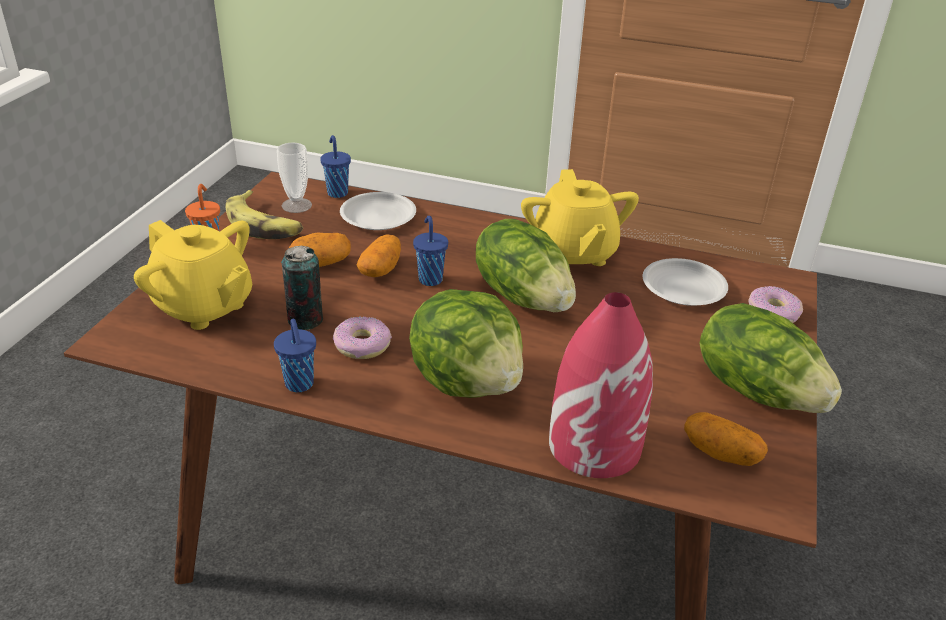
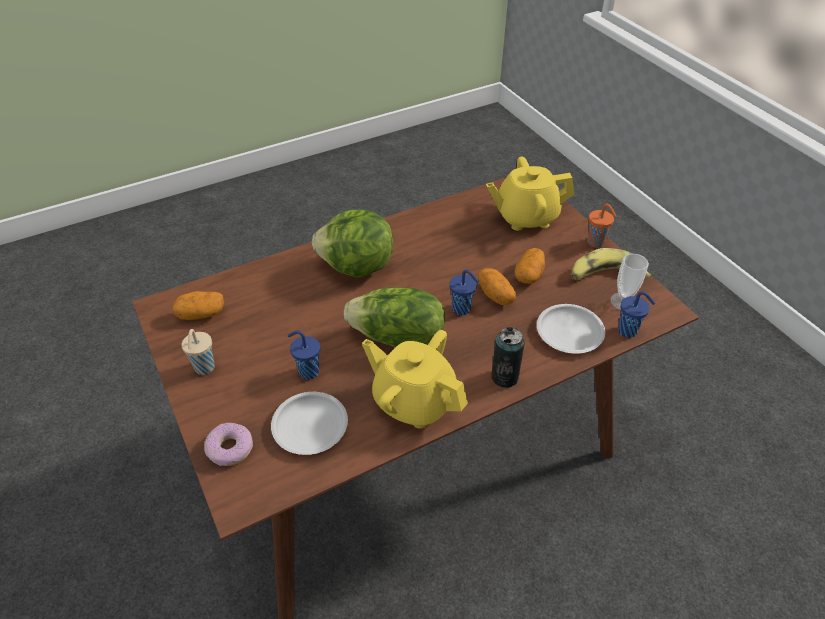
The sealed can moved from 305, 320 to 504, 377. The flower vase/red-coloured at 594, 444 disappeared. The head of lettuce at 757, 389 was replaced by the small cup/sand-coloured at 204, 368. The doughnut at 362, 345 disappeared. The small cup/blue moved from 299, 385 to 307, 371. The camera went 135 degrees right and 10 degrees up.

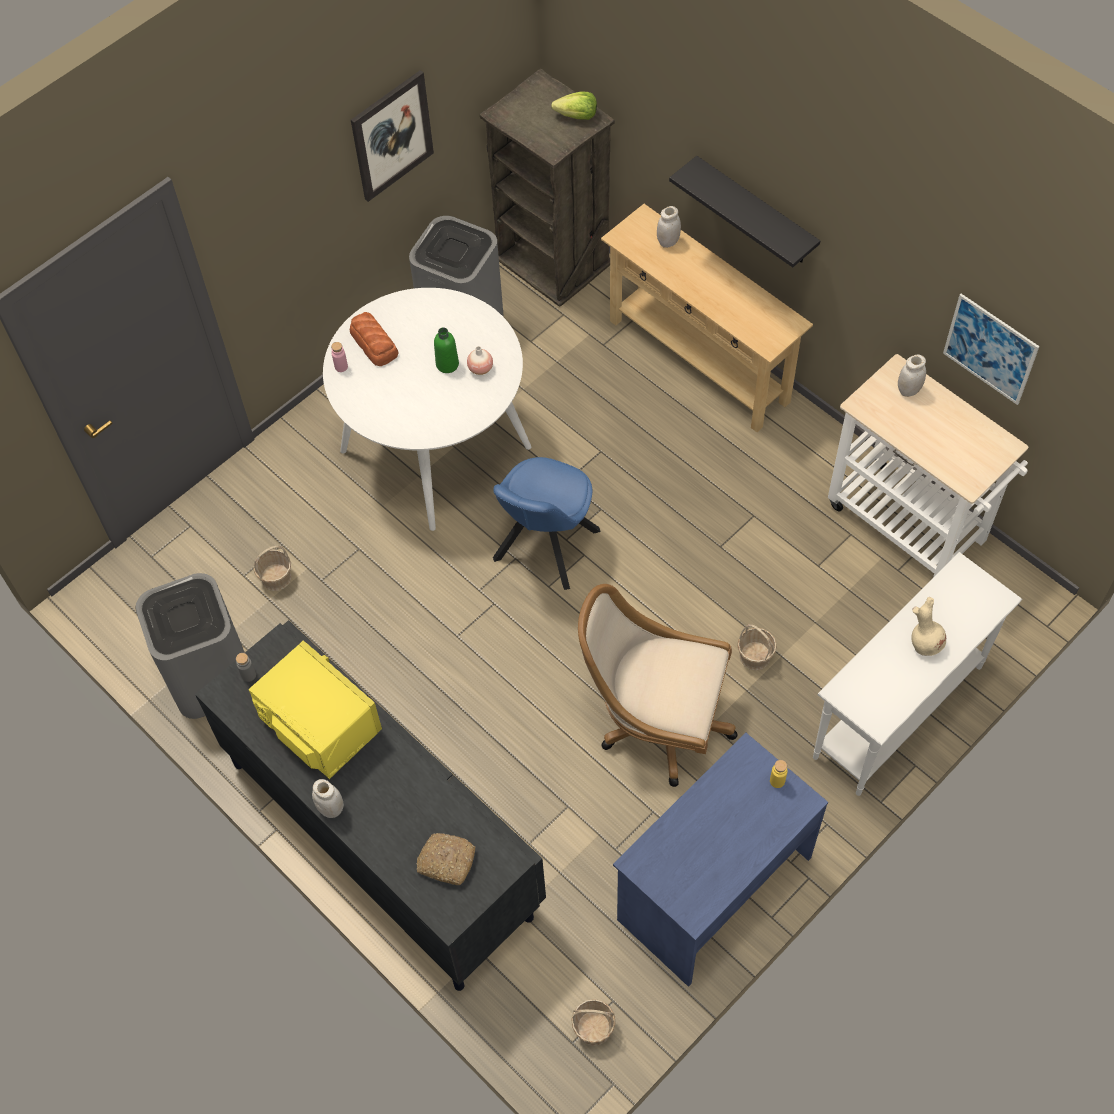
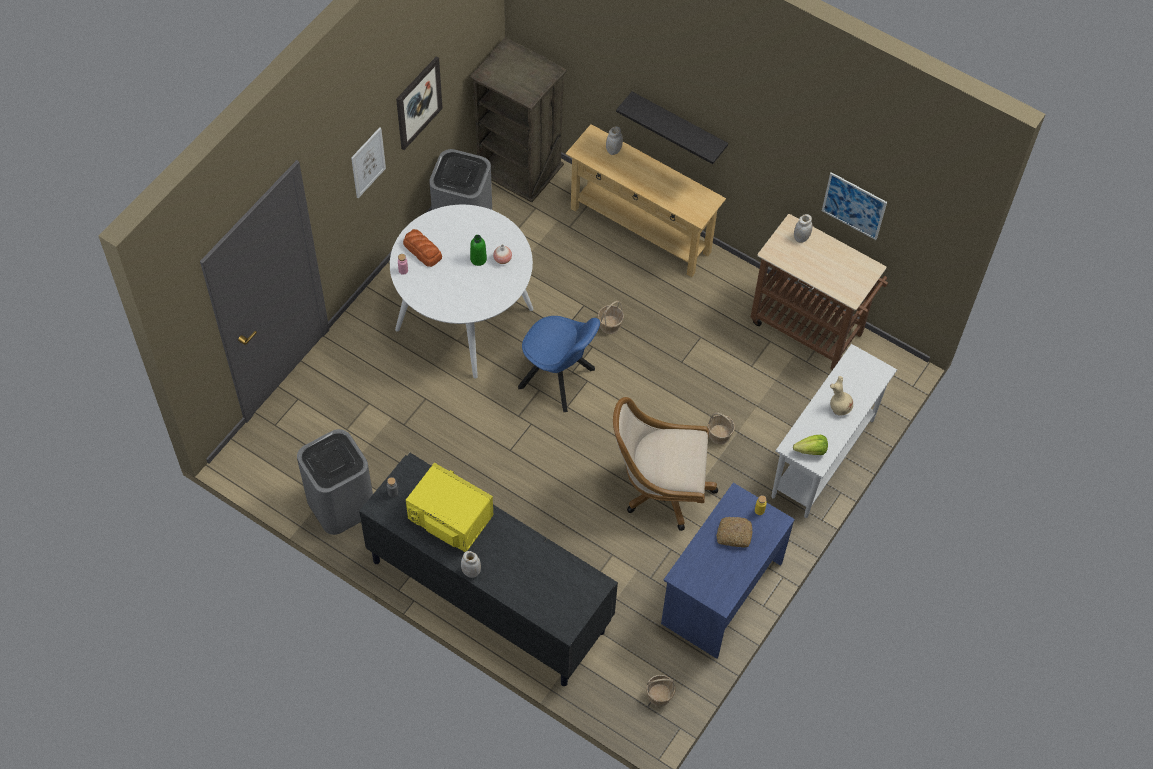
The head of lettuce moved from 577, 116 to 811, 451. The wheeled cart/white at 908, 525 became the wheeled cart/brown-coloured at 808, 329. The plain chair/blue at 545, 547 turned 75 degrees counterclockwise. The basket moved from 276, 577 to 610, 325. The bread moved from 446, 862 to 733, 535. The picture at 368, 162 appeared. The camera went 15 degrees left and 0 degrees up.

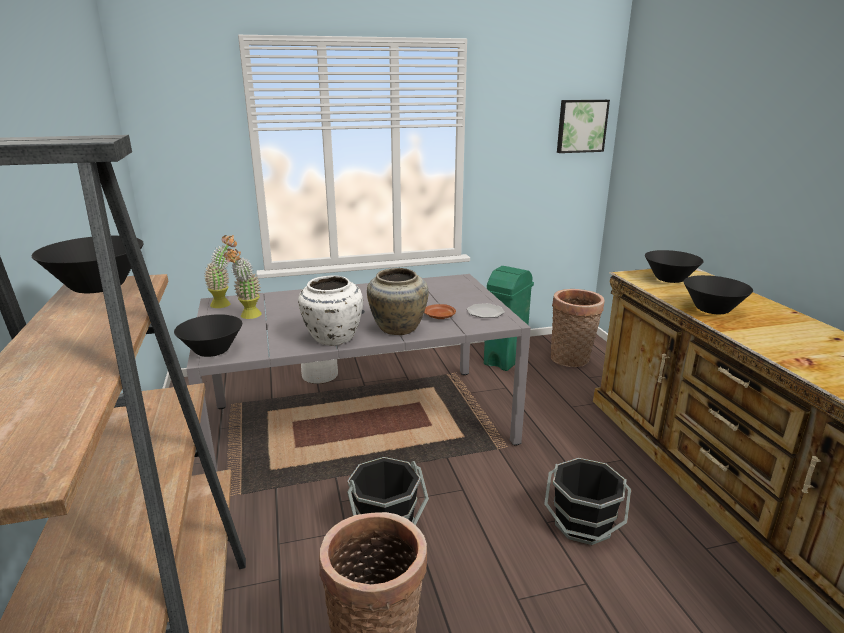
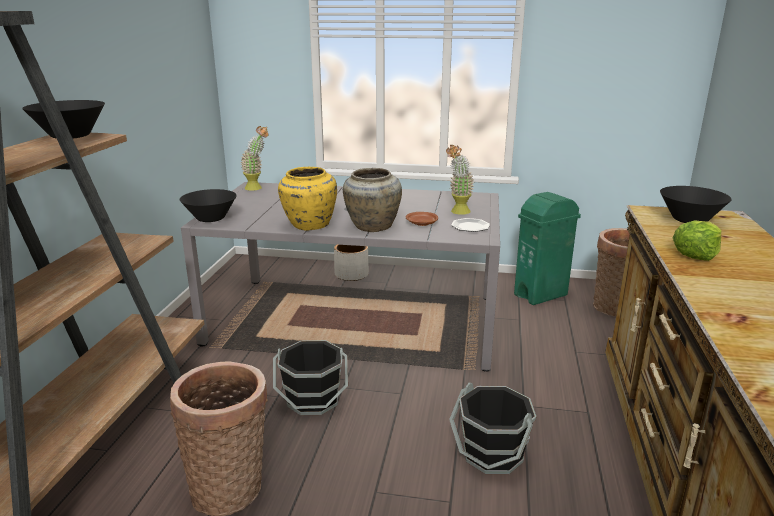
The picture at 581, 126 disappeared. The potted plant moved from 248, 317 to 457, 213. The serving bowl/black-coloured at 712, 310 was replaced by the head of lettuce at 695, 254. The flower vase/white at 332, 338 became the flower vase/yellowish at 309, 225. The camera went 25 degrees right and 0 degrees up.

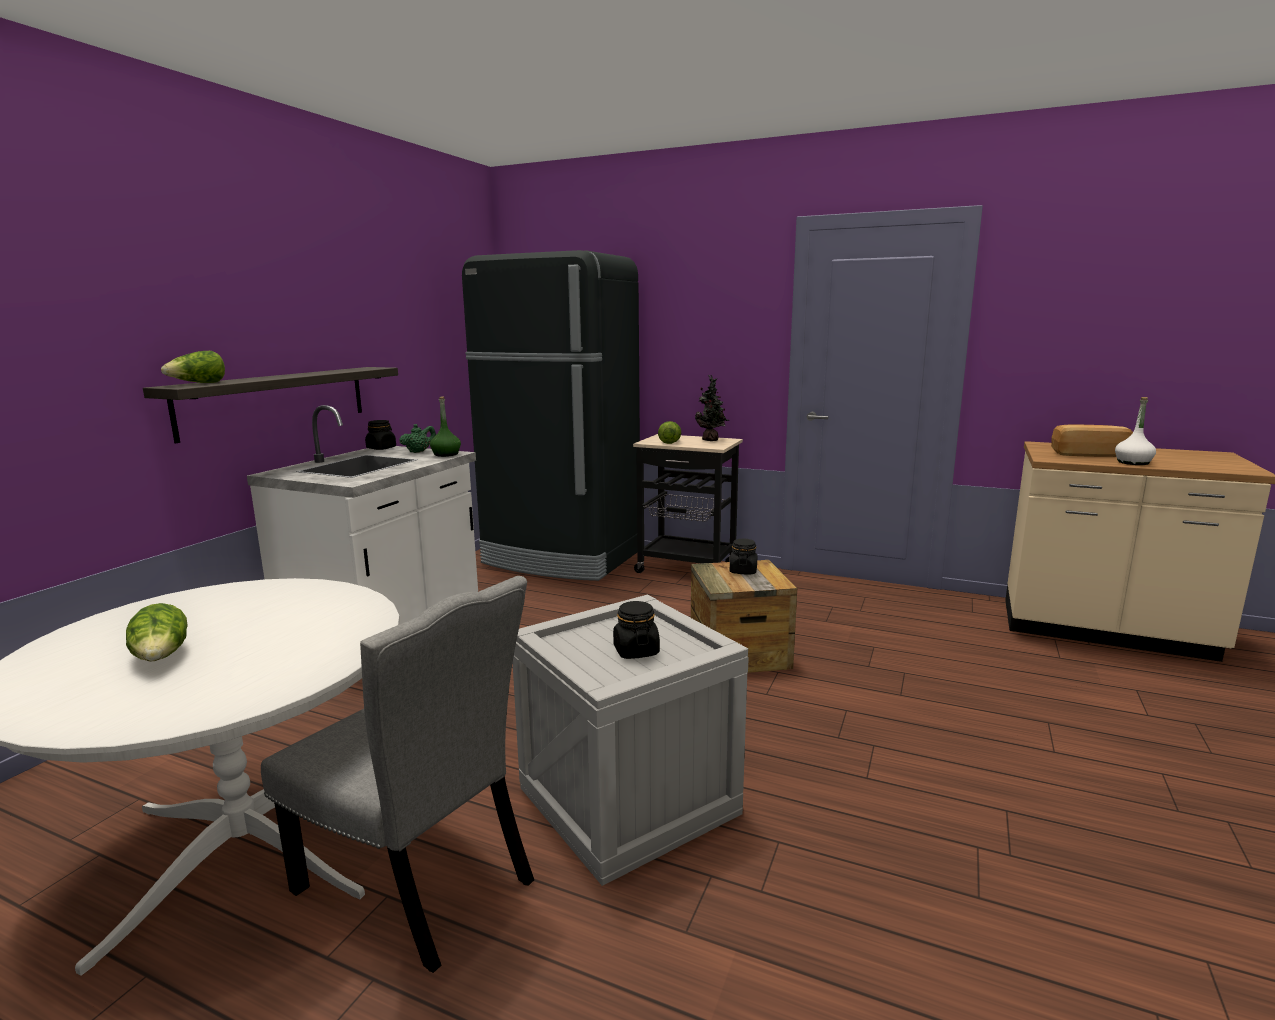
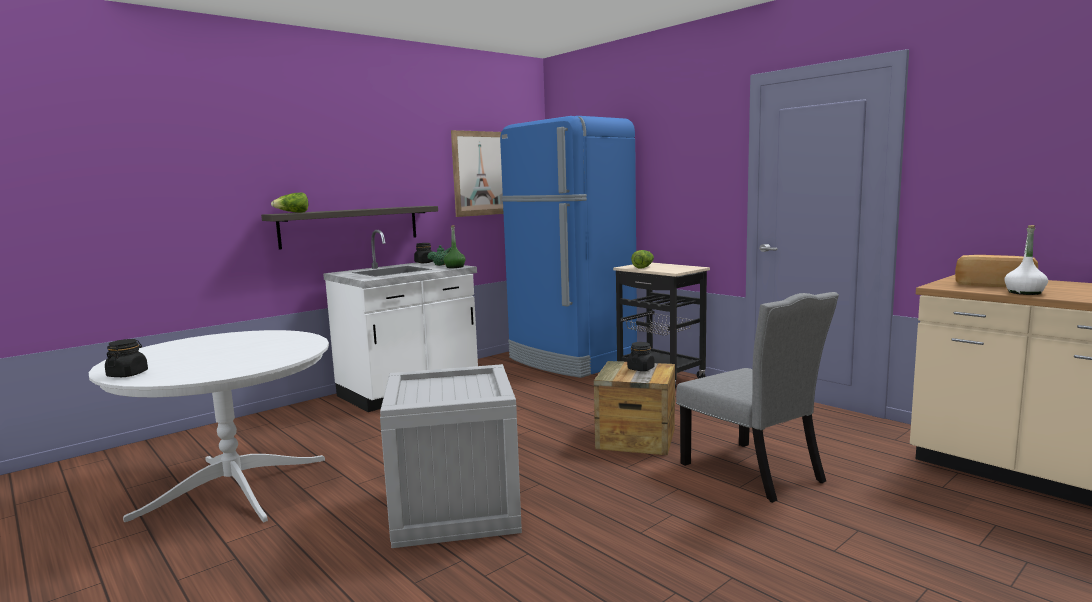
The kitchen fridge/black-coloured at 561, 558 became the kitchen fridge/blue at 570, 360. The potted plant at 711, 440 disappeared. The plain chair/grey moved from 415, 879 to 751, 470. The storage jar/black-coloured moved from 636, 651 to 127, 374. The head of lettuce at 162, 657 disappeared. The picture at 480, 173 appeared. The camera went 25 degrees right and 5 degrees down.

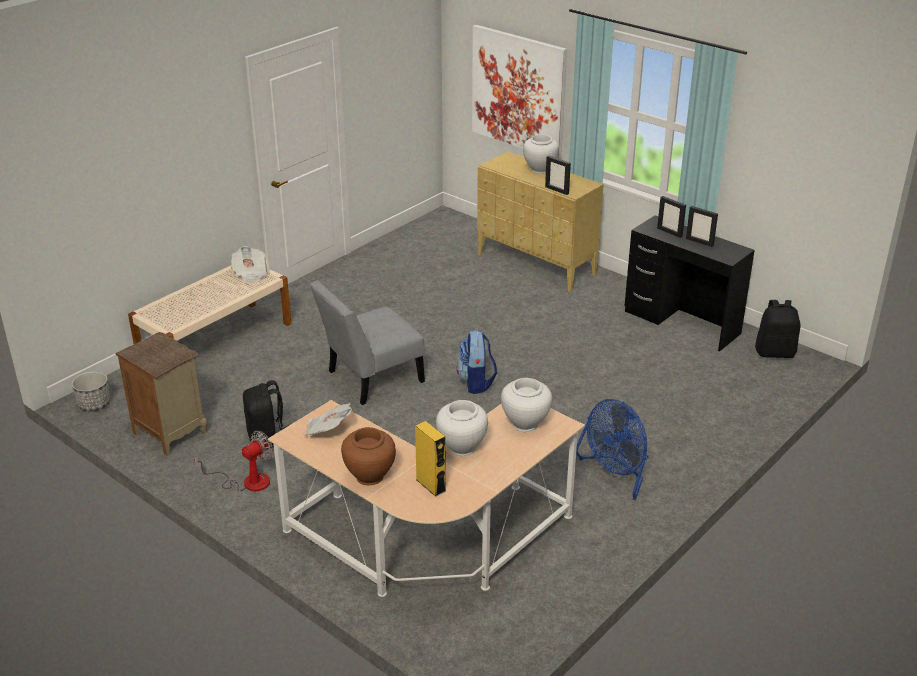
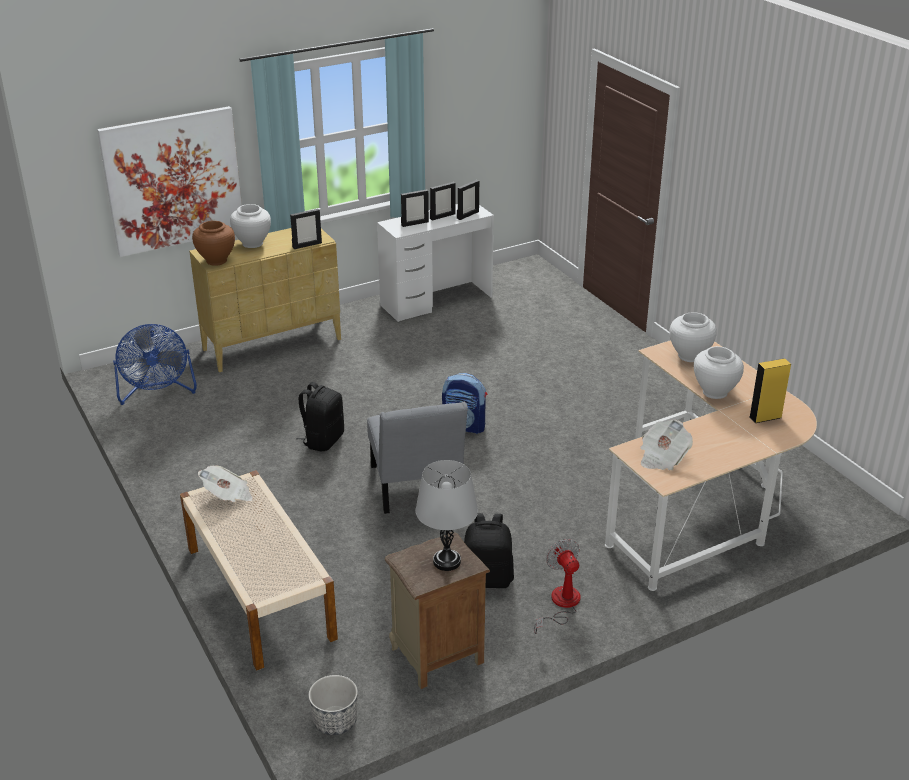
The desk table/black-coloured at 682, 322 became the desk table/white at 436, 300. The rucksack/black-coloured moved from 775, 352 to 323, 440. The cooling fan/blue moved from 616, 471 to 154, 391. The flower vase/brown-coloured moved from 370, 476 to 216, 260. The picture frame at 467, 215 appeared. The table lamp/grey at 447, 561 appeared. The camera went 70 degrees left and 0 degrees up.

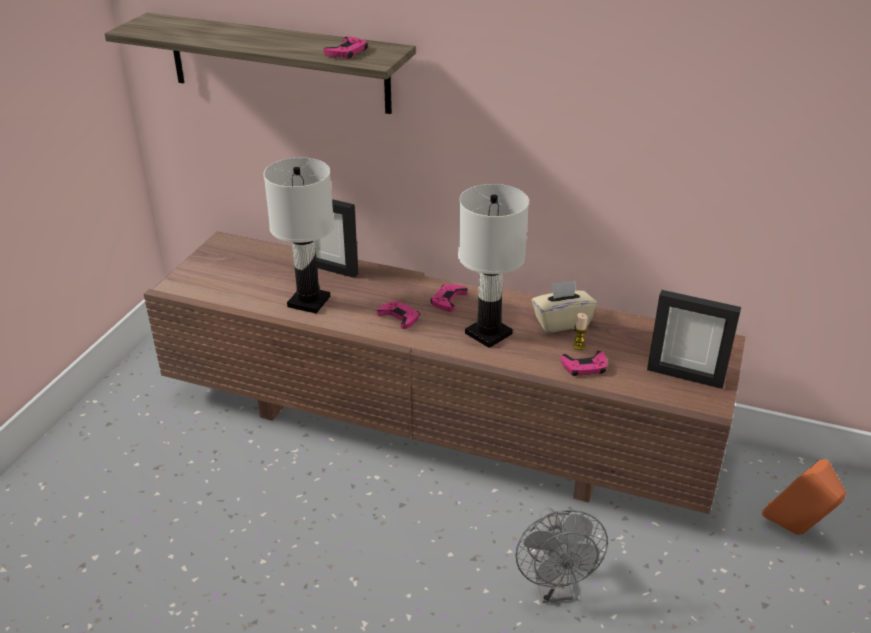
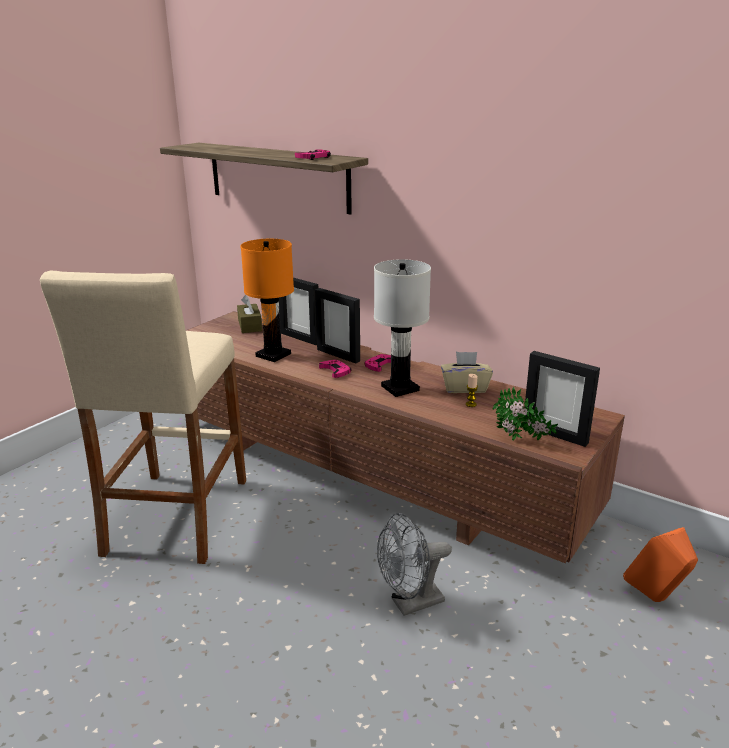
The table lamp/white at 309, 301 became the table lamp/orange at 274, 355. The joypad/pink at 584, 367 disappeared. The cooling fan/grey at 554, 588 turned 60 degrees clockwise. The stool/sand-coloured at 176, 516 appeared. The picture frame at 339, 355 appeared. The tissue box/brown-coloured at 250, 325 appeared. The potted plant at 521, 441 appeared. The camera went 15 degrees right and 10 degrees down.

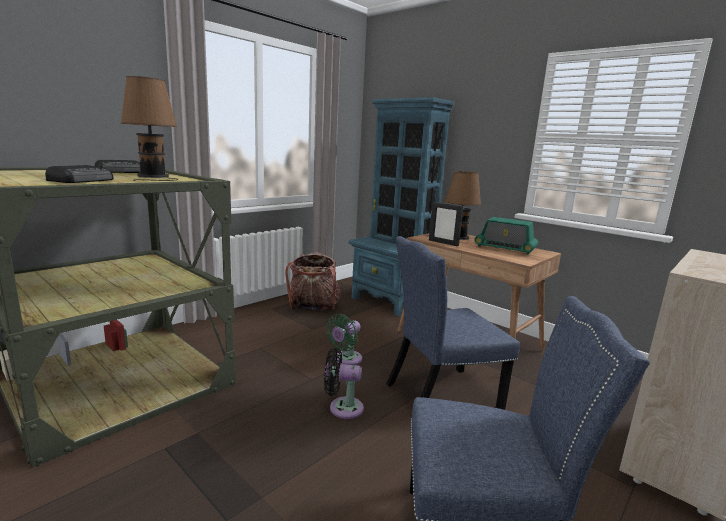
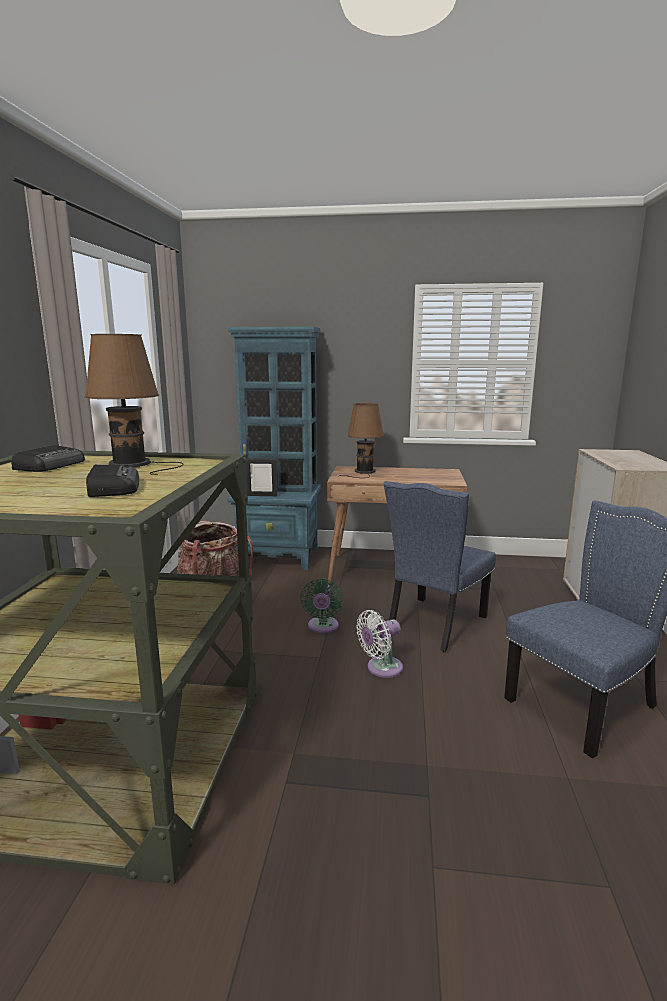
The picture frame moved from 443, 242 to 262, 495. The radio receiver at 505, 248 disappeared. The cooling fan/black-coloured at 342, 408 became the cooling fan/white at 381, 668. The camera went 35 degrees left and 0 degrees up.

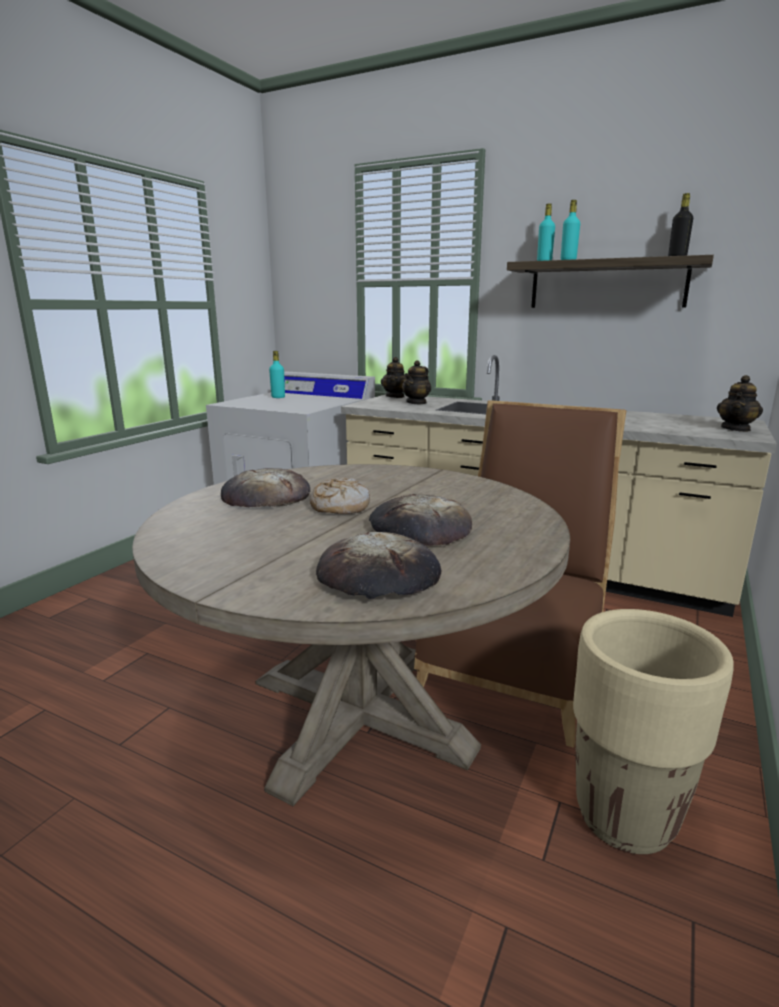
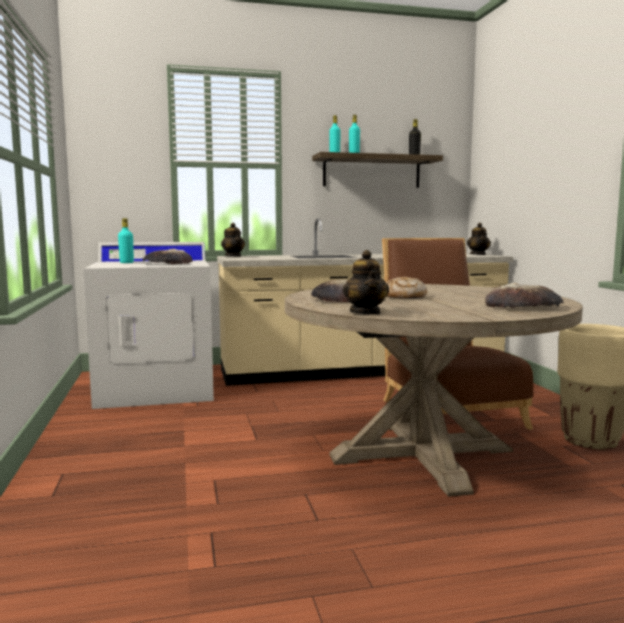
The pot for tea moved from 416, 402 to 365, 312. The bread moved from 420, 528 to 167, 263. The camera went 40 degrees left and 10 degrees down.

